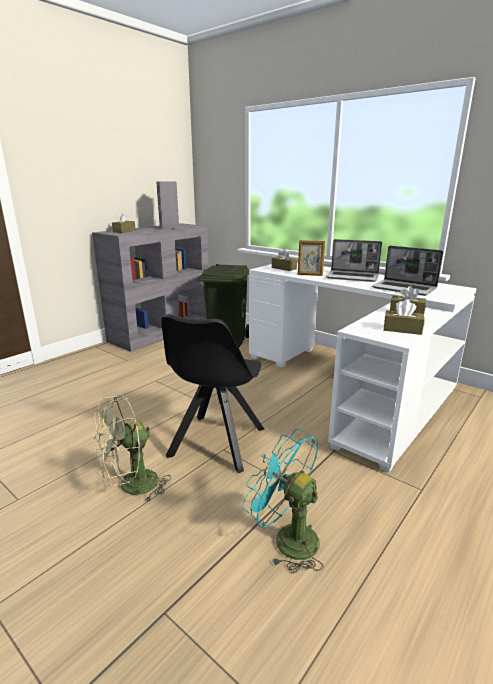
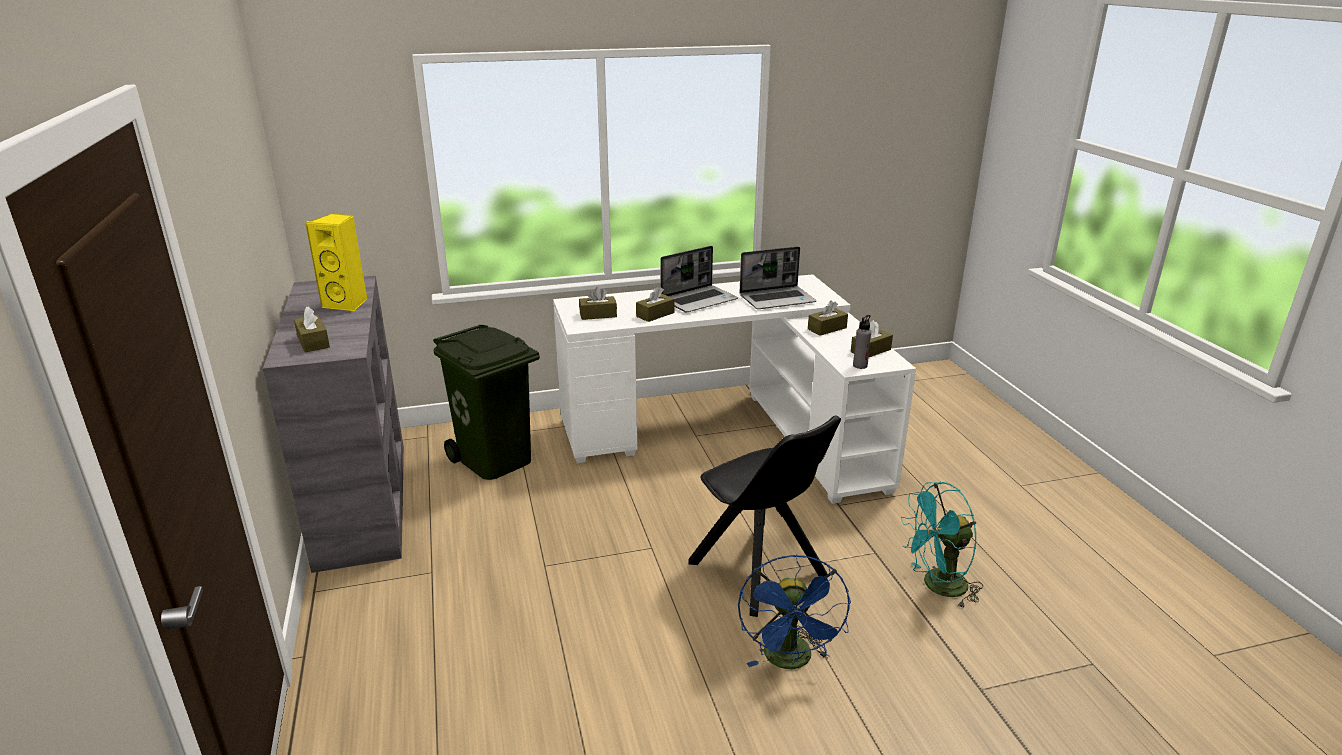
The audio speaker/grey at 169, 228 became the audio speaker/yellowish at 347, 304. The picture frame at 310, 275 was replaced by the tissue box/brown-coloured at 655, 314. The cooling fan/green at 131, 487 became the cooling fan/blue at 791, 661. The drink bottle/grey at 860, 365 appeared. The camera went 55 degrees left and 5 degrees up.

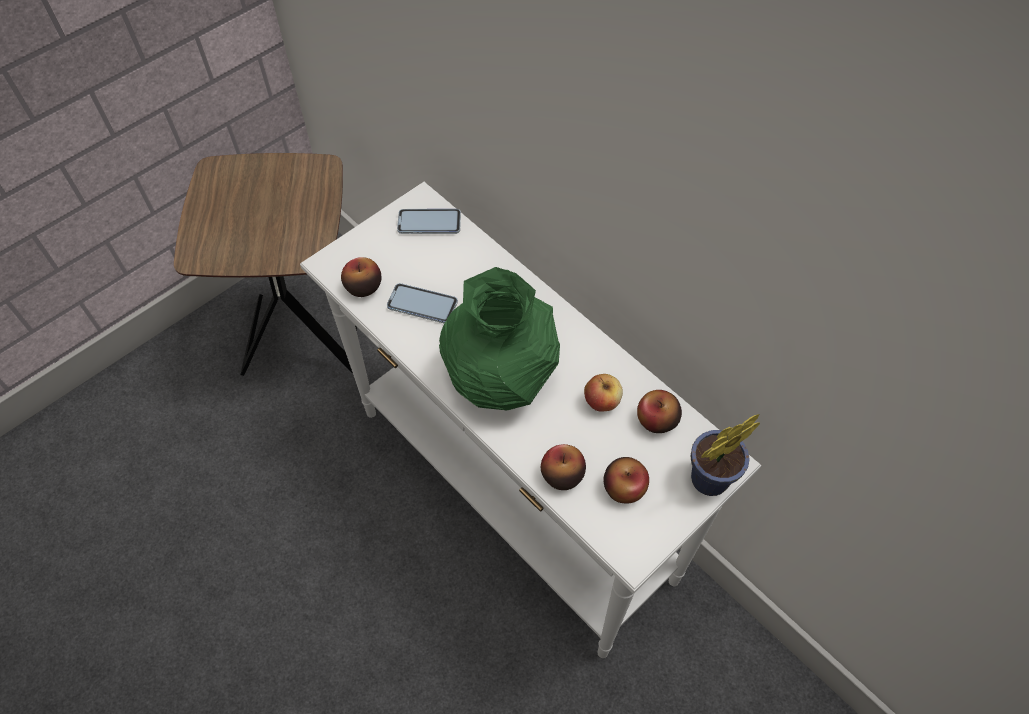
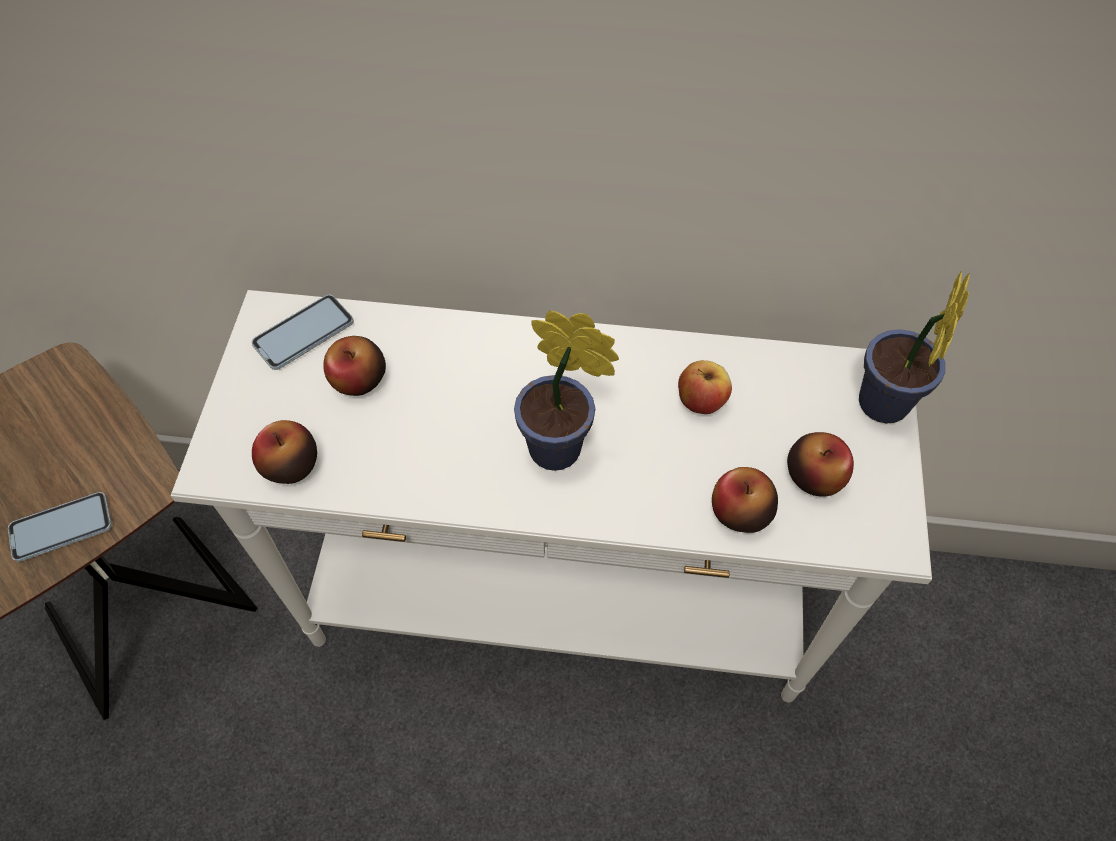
The flower vase/green at 500, 374 was replaced by the potted plant at 562, 451. The phone moved from 422, 304 to 61, 528. The whole apple moved from 656, 420 to 358, 379. The camera went 40 degrees left and 0 degrees up.

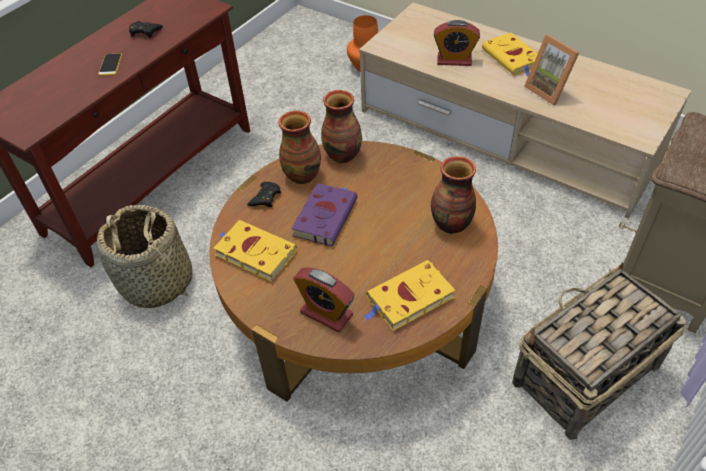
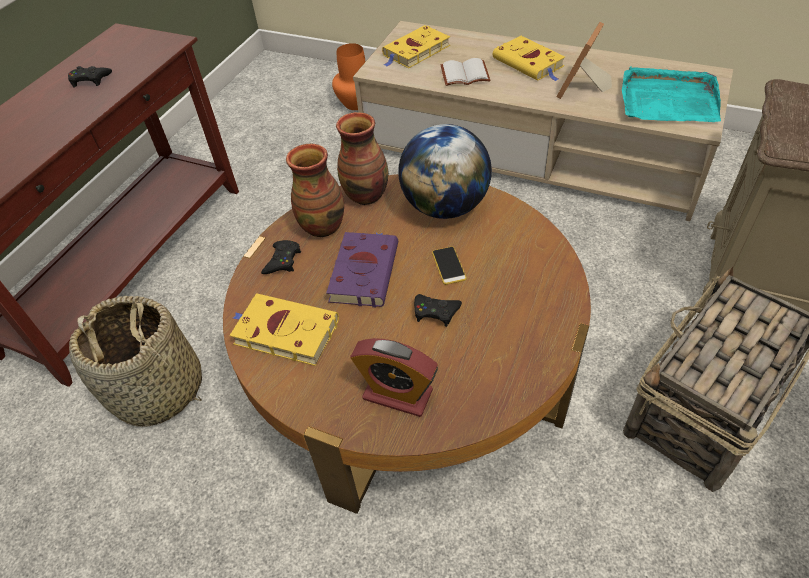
The alarm clock at 454, 60 was replaced by the bound book/white at 465, 73. The picture frame at 549, 90 turned 75 degrees clockwise. The phone moved from 110, 65 to 448, 266. The flower vase at 451, 224 disappeared. The bound book/yellowish moved from 408, 299 to 415, 51. The tray/turquoise-coloured at 667, 100 appeared. The world globe at 445, 206 appeared. The joypad/black-coloured at 435, 312 appeared. The camera went 10 degrees left and 0 degrees up.

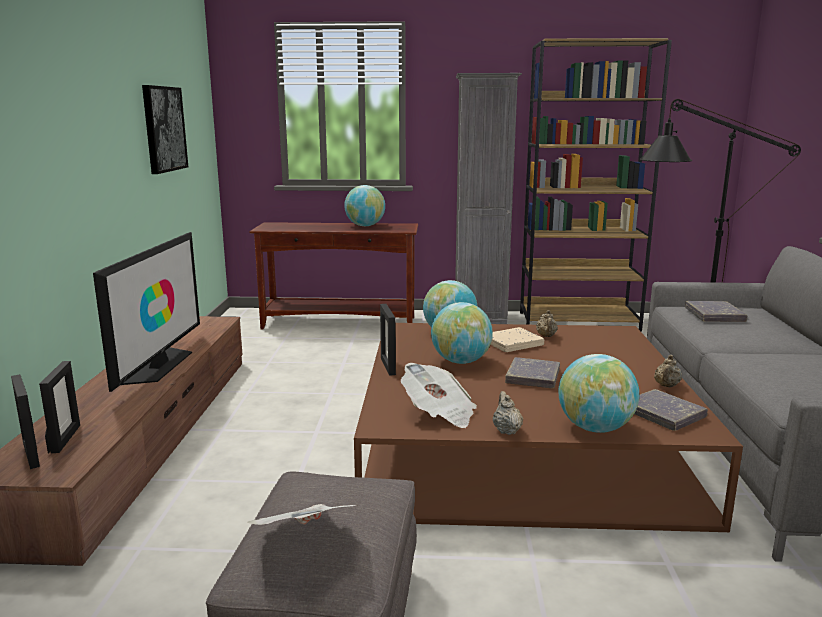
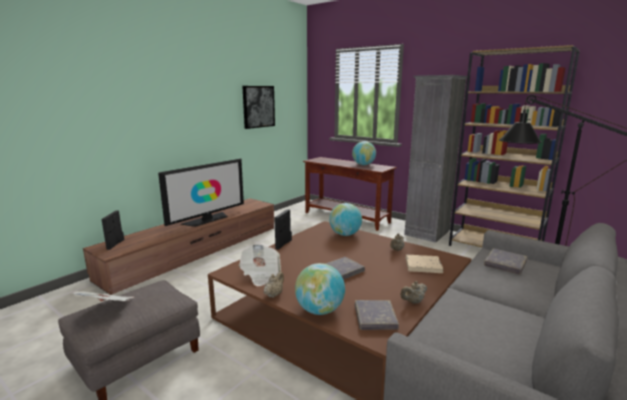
The world globe at 461, 361 disappeared. The bound book/sand-coloured moved from 512, 343 to 423, 266. The picture frame at 64, 439 disappeared. The camera went 35 degrees right and 0 degrees up.

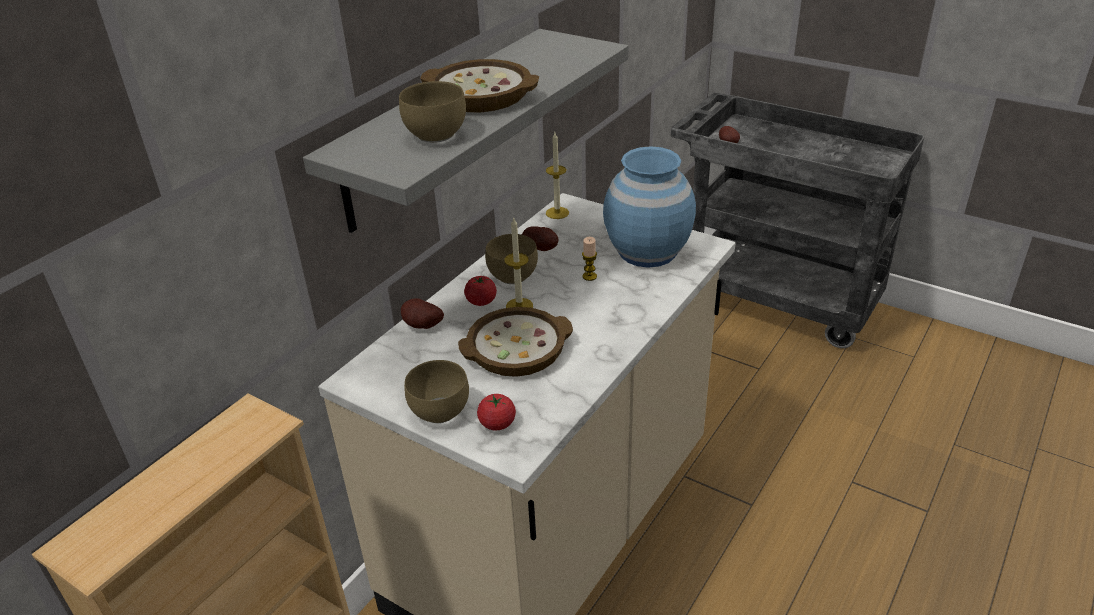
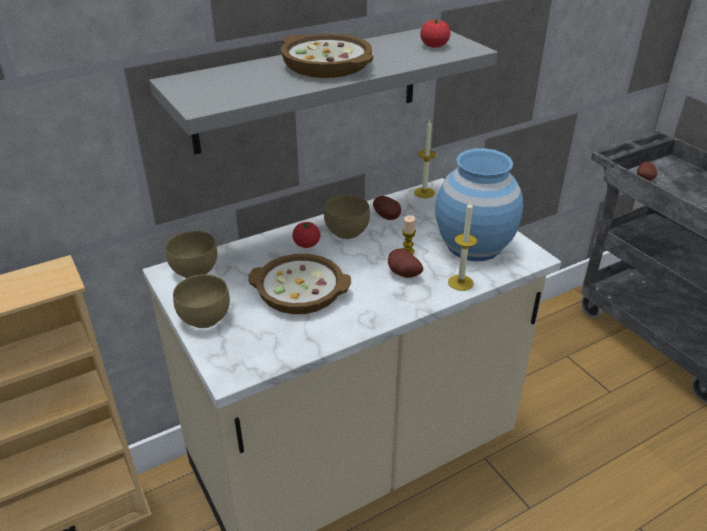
The serving bowl/brown-coloured moved from 435, 136 to 193, 272. The wax light moved from 519, 306 to 460, 282. The whole potato moved from 422, 327 to 402, 275. The whole tomato moved from 497, 423 to 434, 46. The camera went 25 degrees right and 0 degrees up.

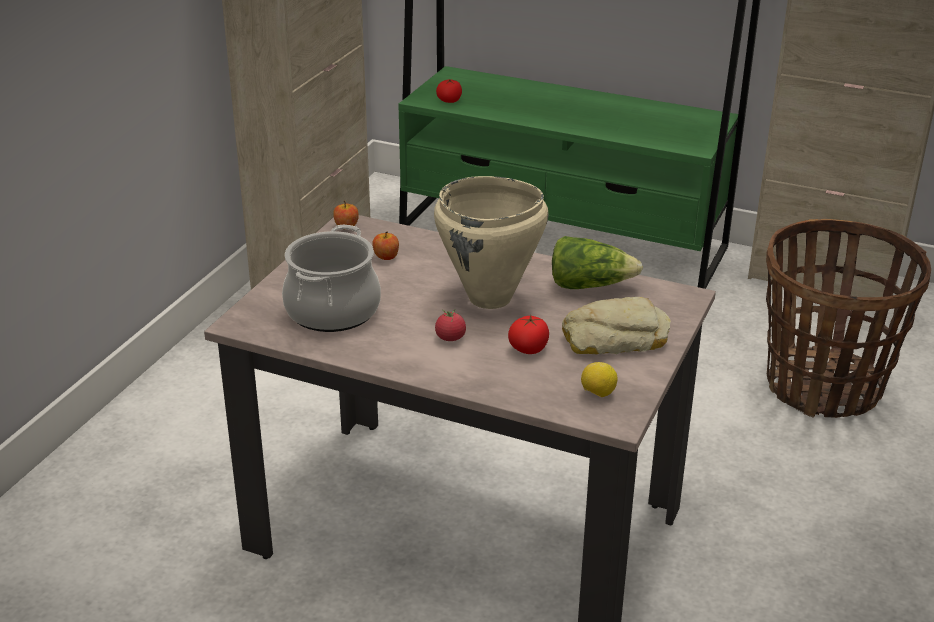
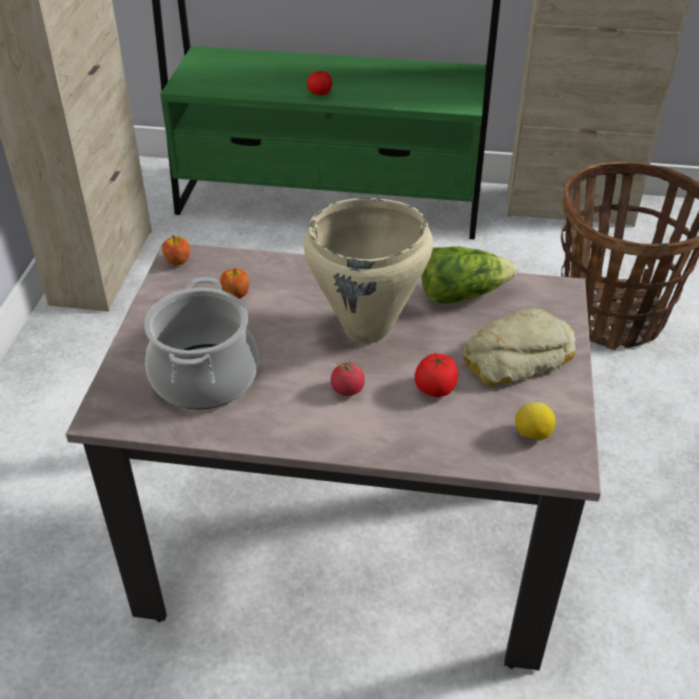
The whole tomato moved from 449, 101 to 320, 93. The camera went 15 degrees left and 10 degrees up.

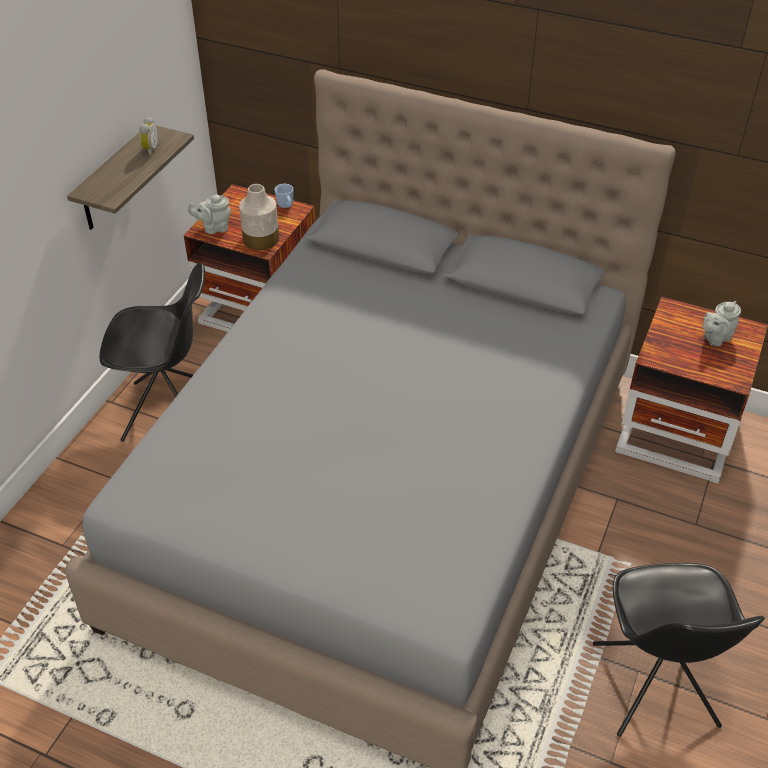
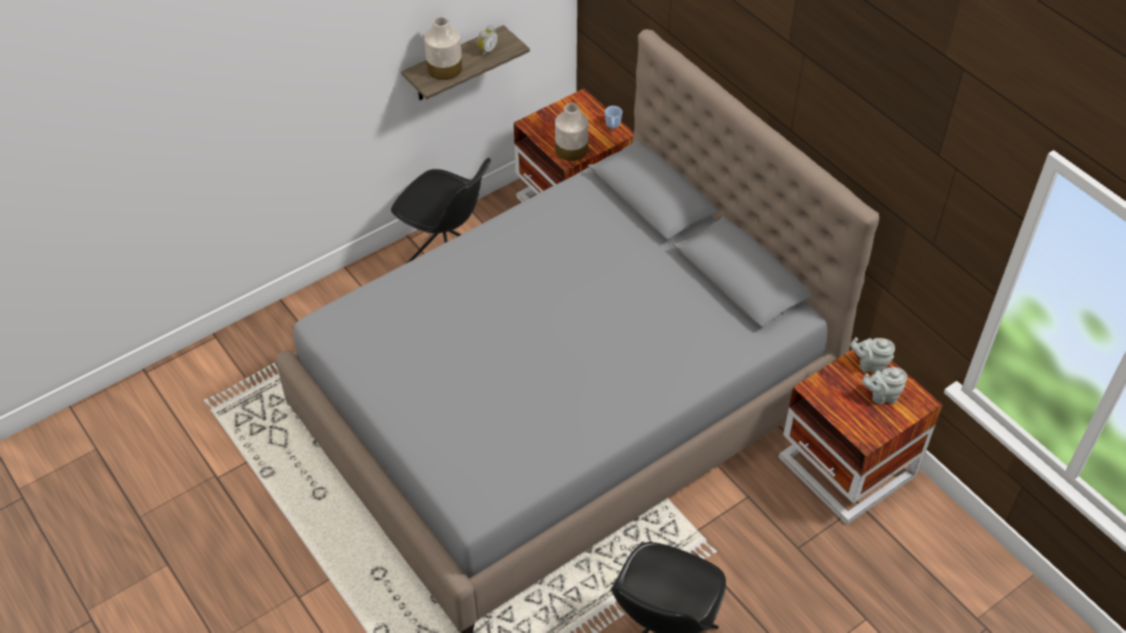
The pot for tea/grey moved from 214, 228 to 870, 365. The flower vase/sand-coloured at 445, 68 appeared. The camera went 30 degrees right and 5 degrees up.

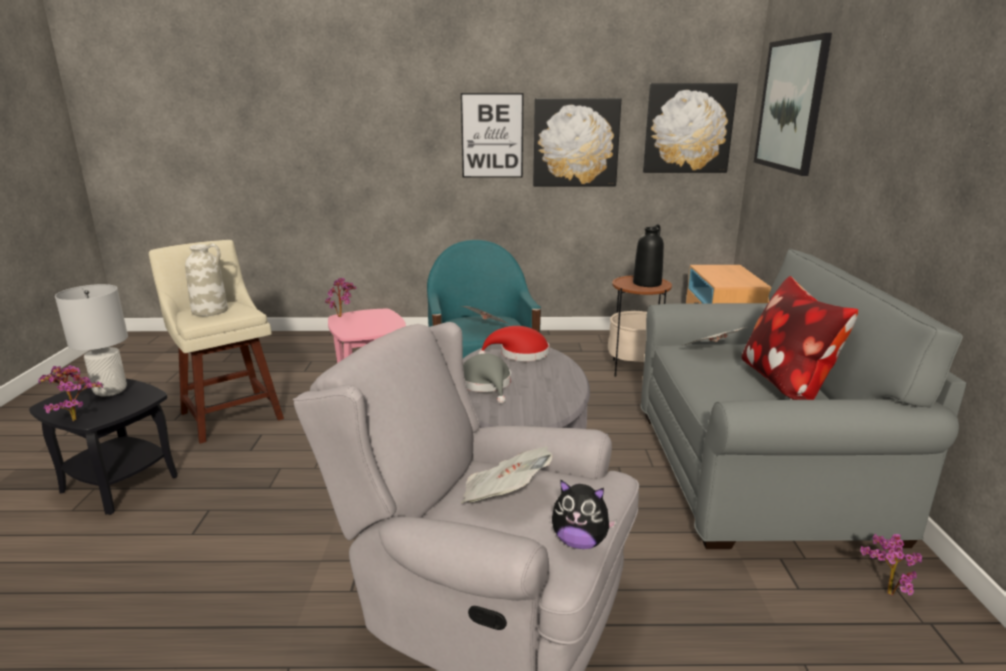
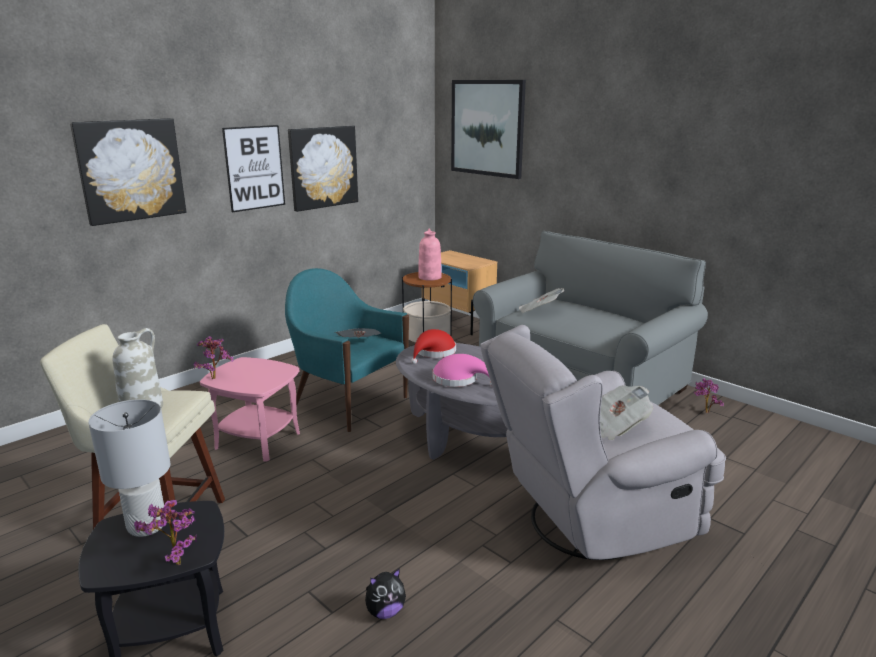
The picture moved from 688, 128 to 130, 170. The flower vase/black-coloured at 647, 283 became the flower vase/pink at 429, 277. The pillow at 786, 383 disappeared. The clothing hat/grey at 486, 384 became the clothing hat/pink at 459, 379. The soft toy moved from 580, 542 to 385, 611. The camera went 45 degrees left and 0 degrees up.

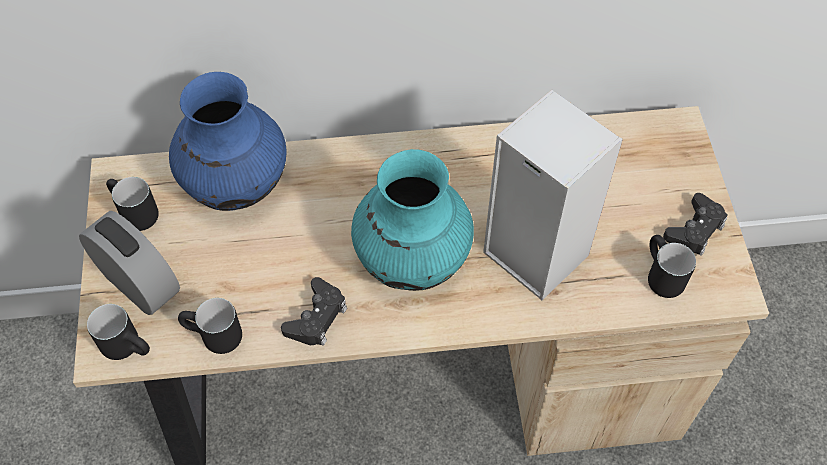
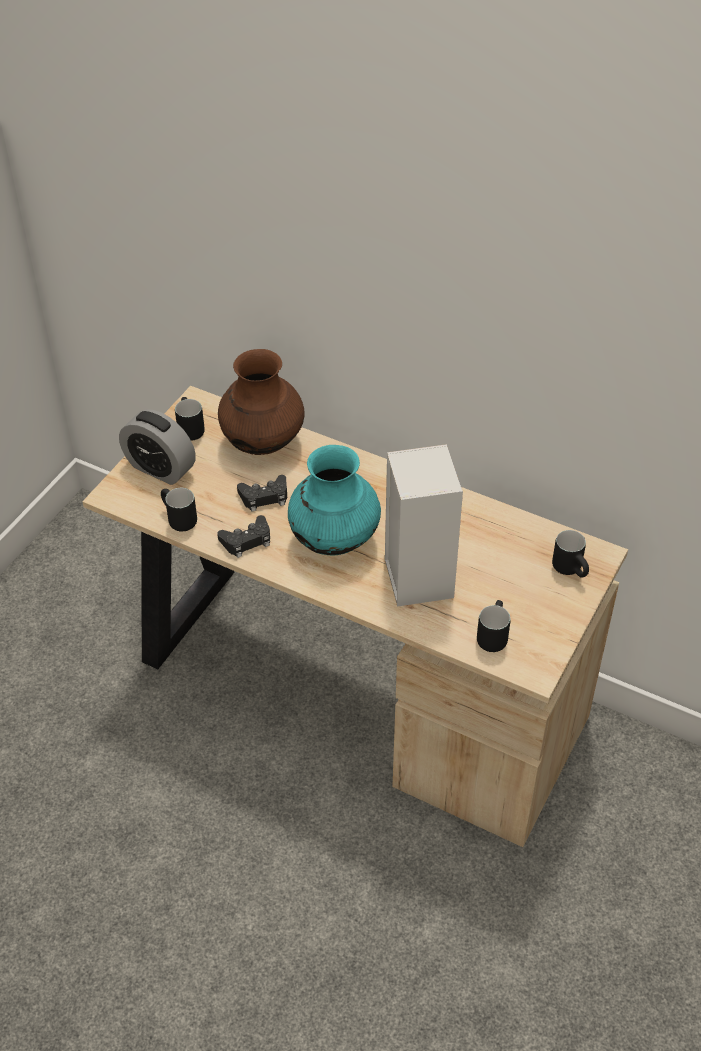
The flower vase/blue at 235, 184 became the flower vase/brown-coloured at 263, 442. The joypad/black-coloured moved from 695, 229 to 264, 497. The alarm clock at 139, 283 turned 135 degrees clockwise. The tea mug/black-coloured moved from 129, 345 to 572, 569. The camera went 35 degrees right and 10 degrees down.

